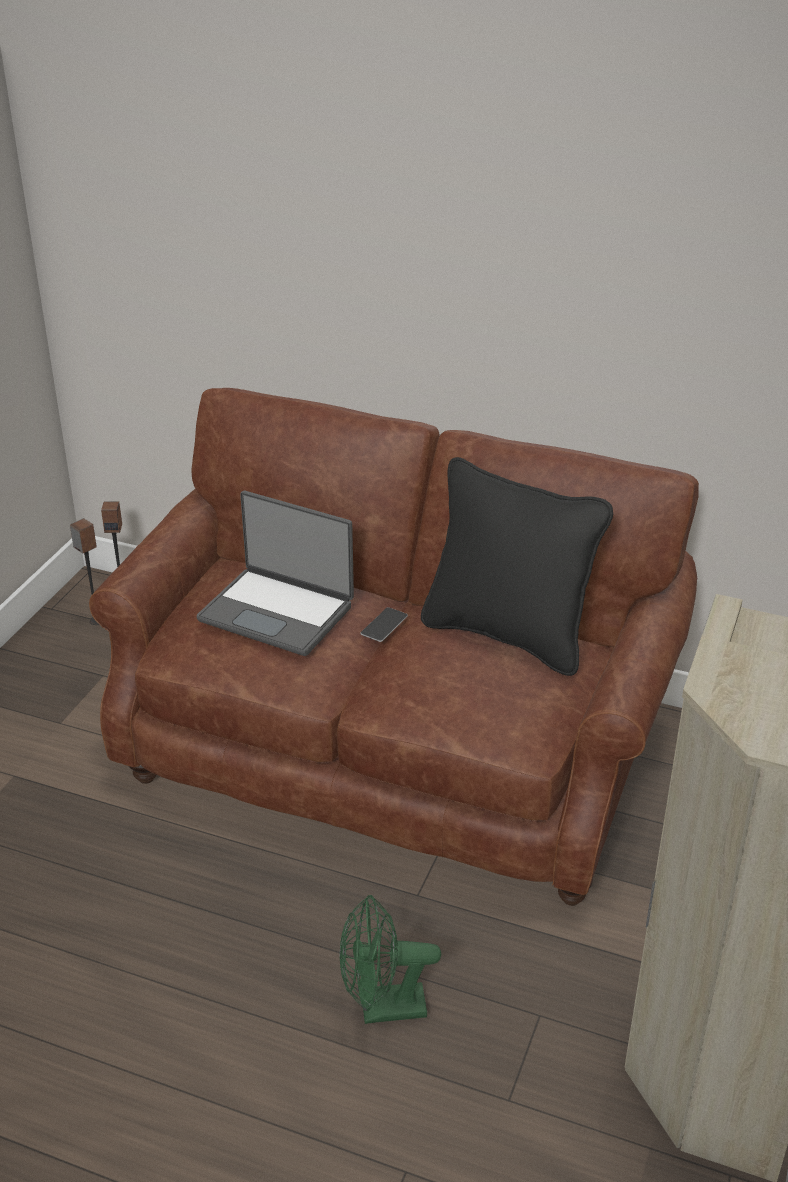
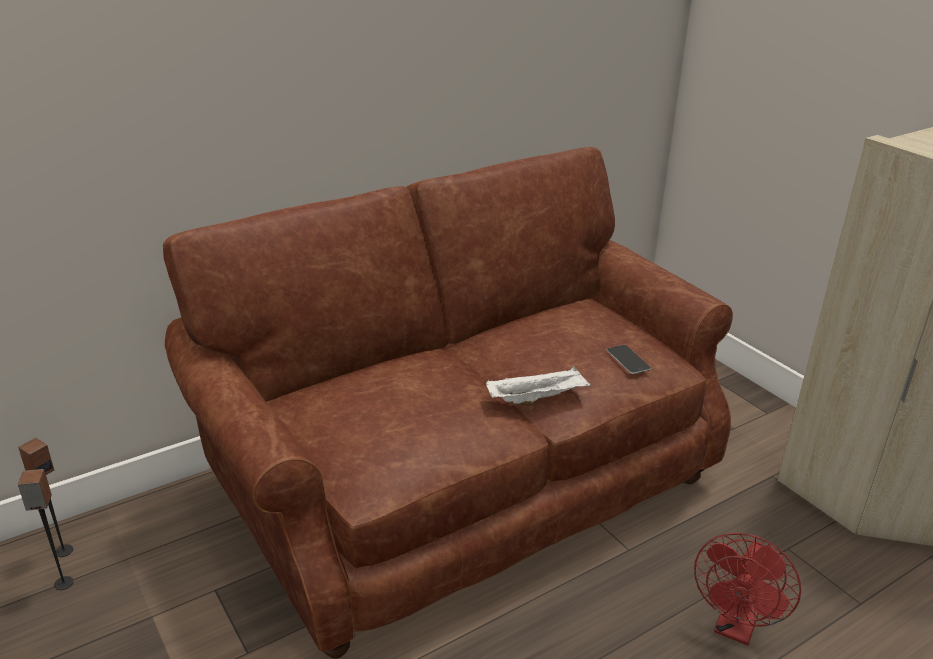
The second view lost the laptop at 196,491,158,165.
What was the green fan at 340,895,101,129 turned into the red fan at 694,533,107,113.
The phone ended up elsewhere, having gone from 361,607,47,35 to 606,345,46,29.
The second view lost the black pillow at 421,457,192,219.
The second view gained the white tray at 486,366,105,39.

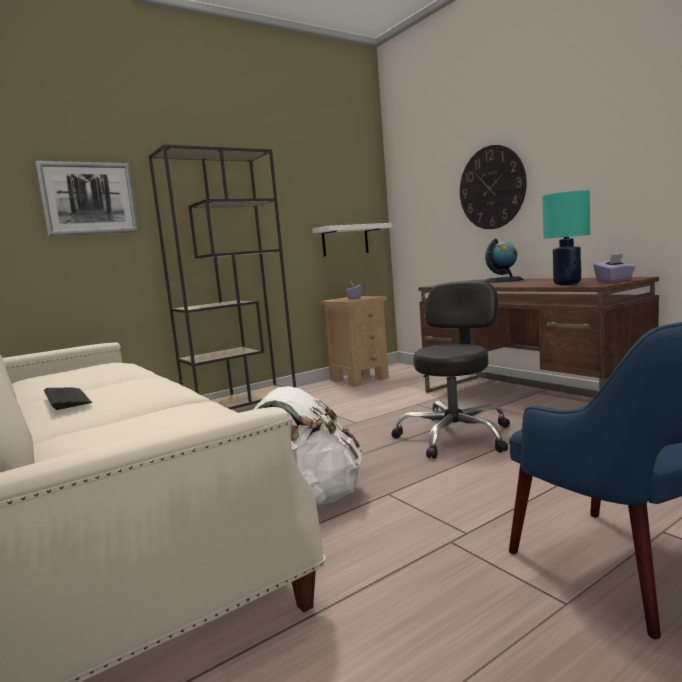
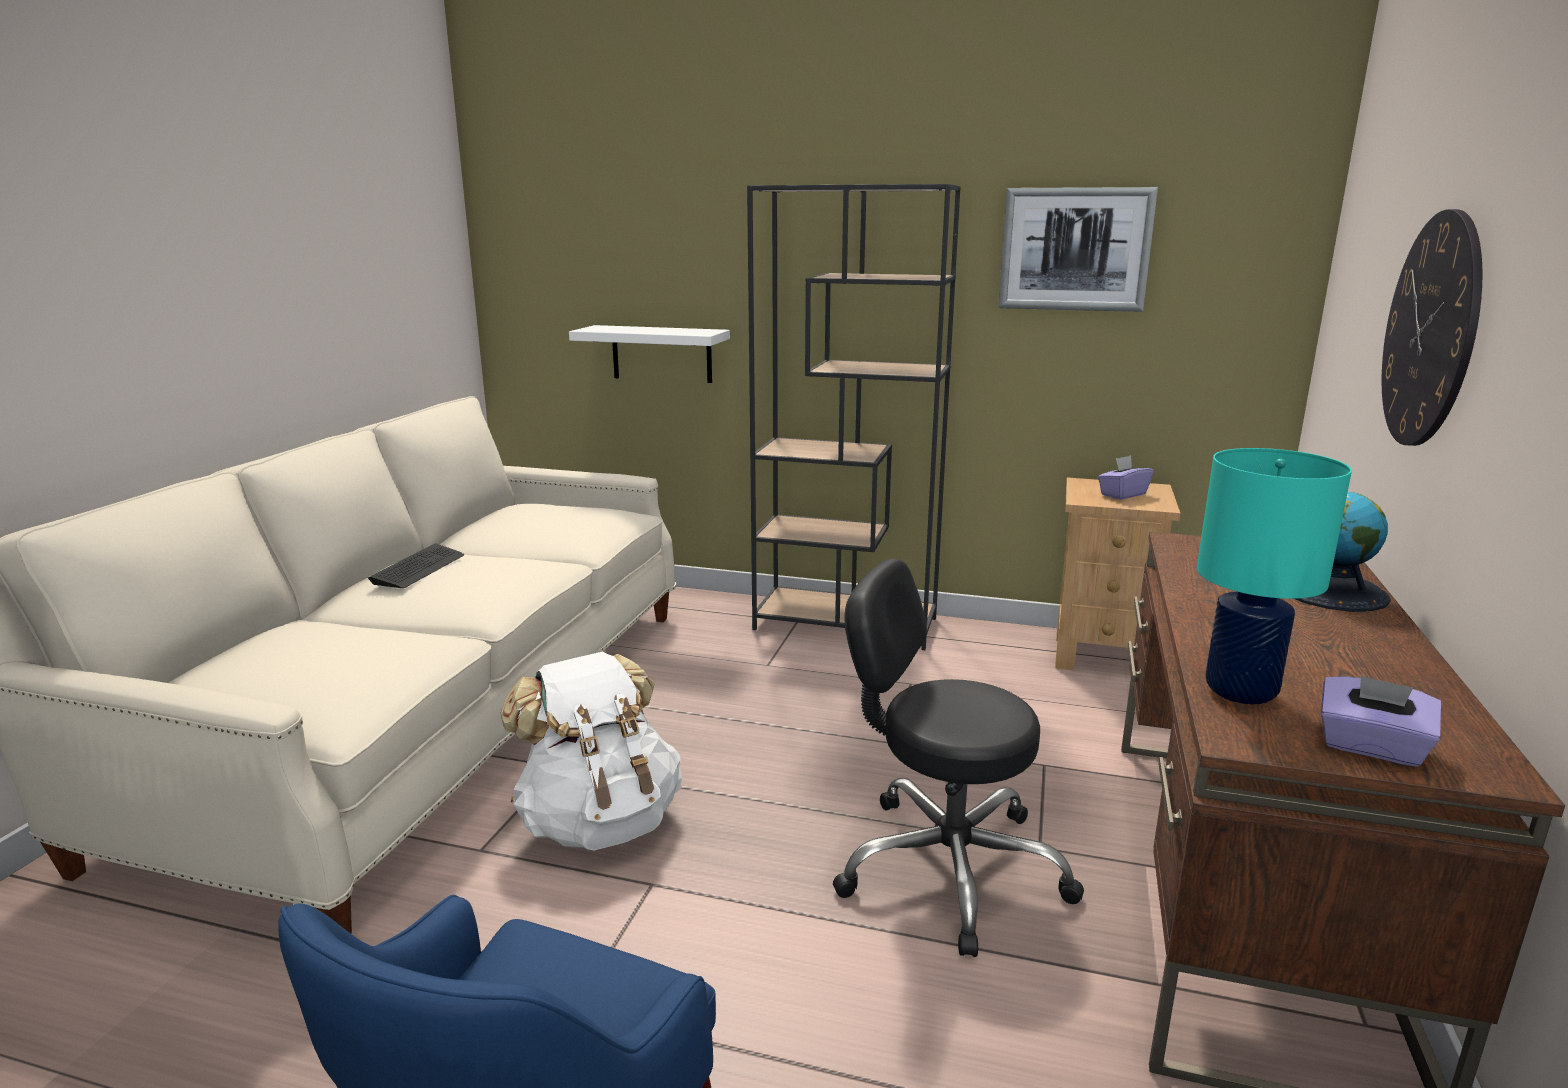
The picture ended up elsewhere, having gone from 35,161,104,75 to 998,187,160,125.
The white shelf ended up elsewhere, having gone from 312,223,80,33 to 569,325,161,58.
The black office chair at 391,281,119,178 ended up facing another way, 150 degrees counterclockwise from before.

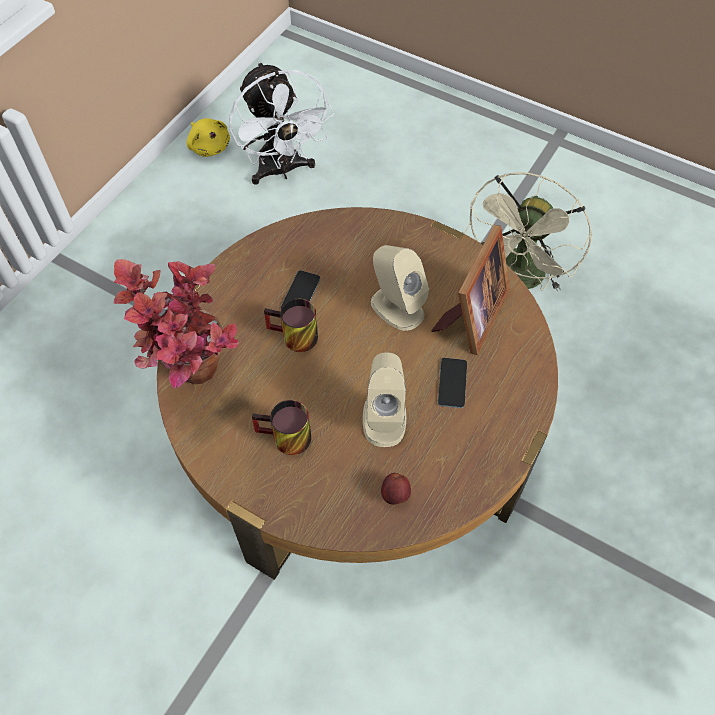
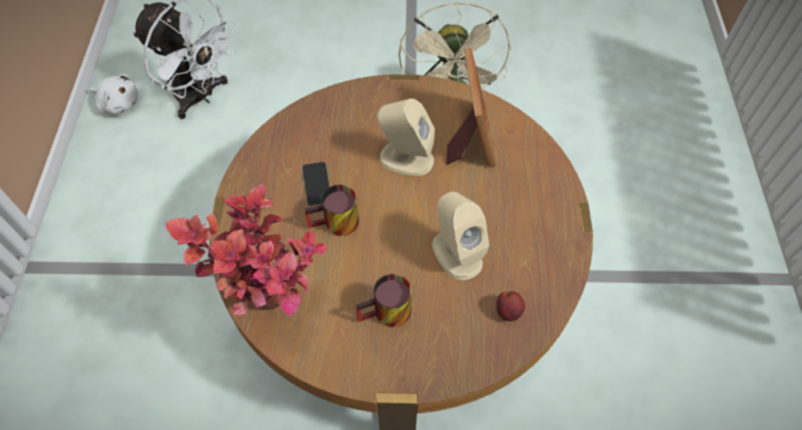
What was the yellow plush toy at 187,118,43,39 turned into the white plush toy at 89,74,49,40.
The second view lost the phone at 438,358,29,50.

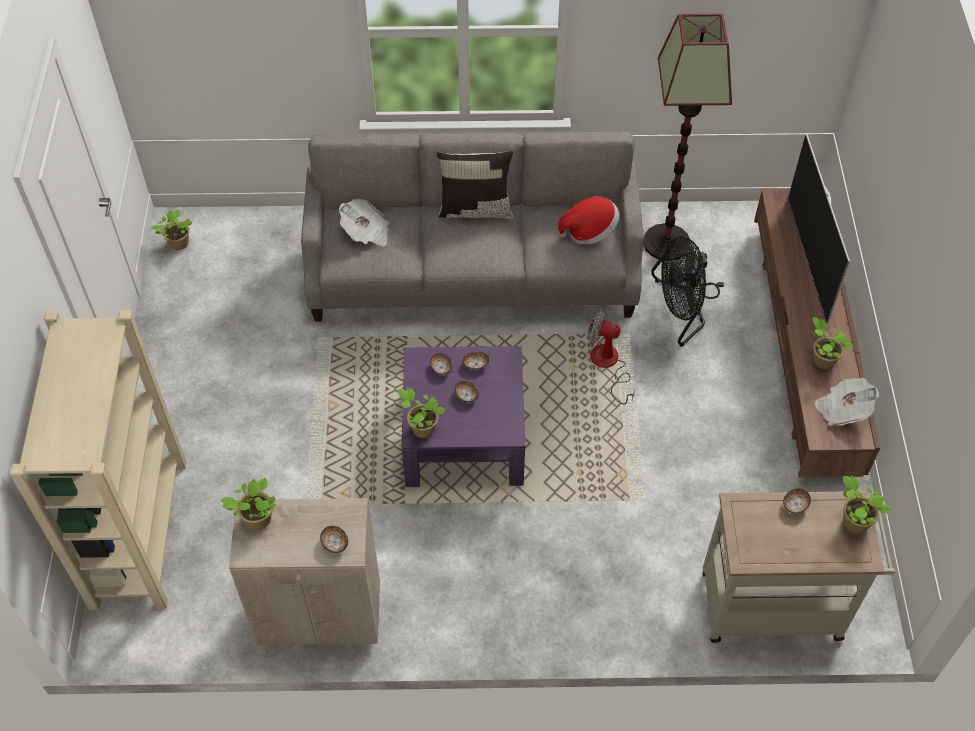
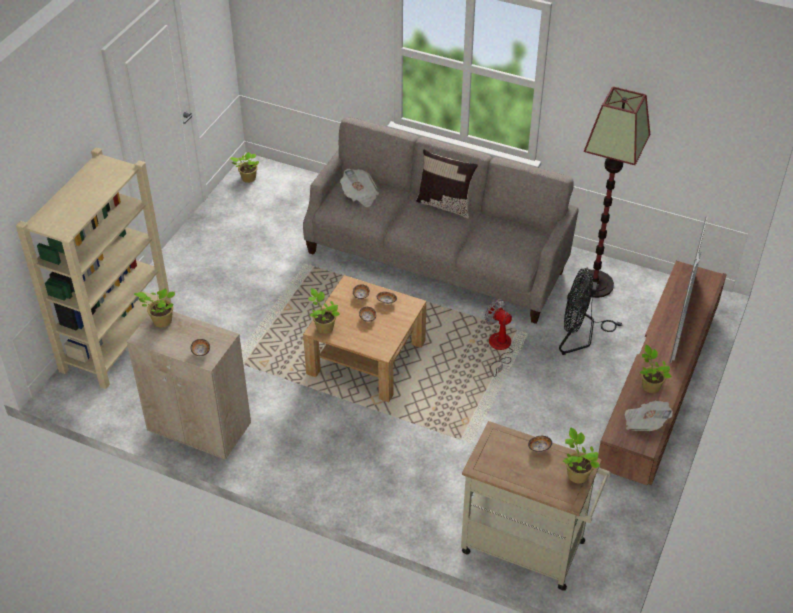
What was the purple coffee table at 402,346,123,141 turned into the brown coffee table at 303,275,123,127.
The second view lost the hat at 558,196,61,49.

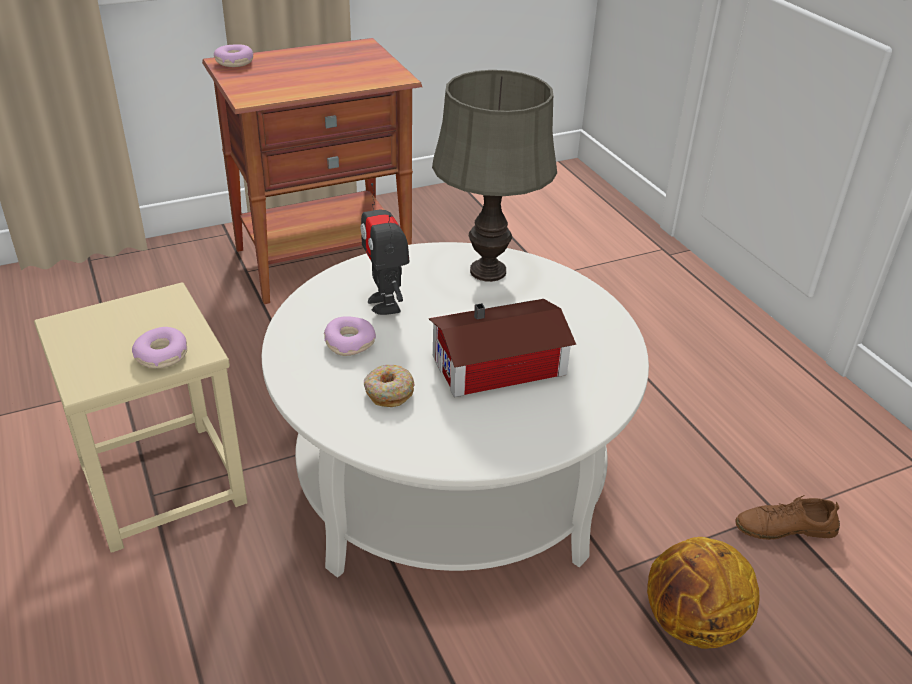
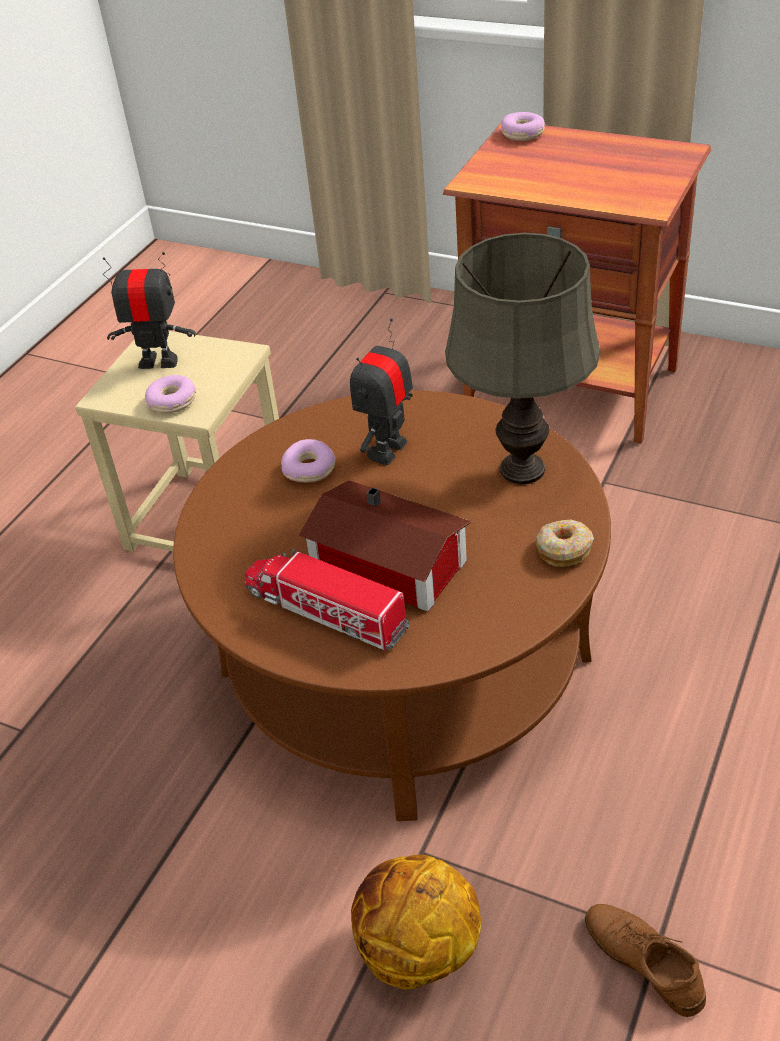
What was the white coffee table at 262,242,387,335 turned into the brown coffee table at 173,390,438,431.
The donut ended up elsewhere, having gone from 364,365,51,42 to 536,520,58,47.
The second view gained the toy robot at 103,252,93,117.
The second view gained the toy truck at 245,548,165,103.

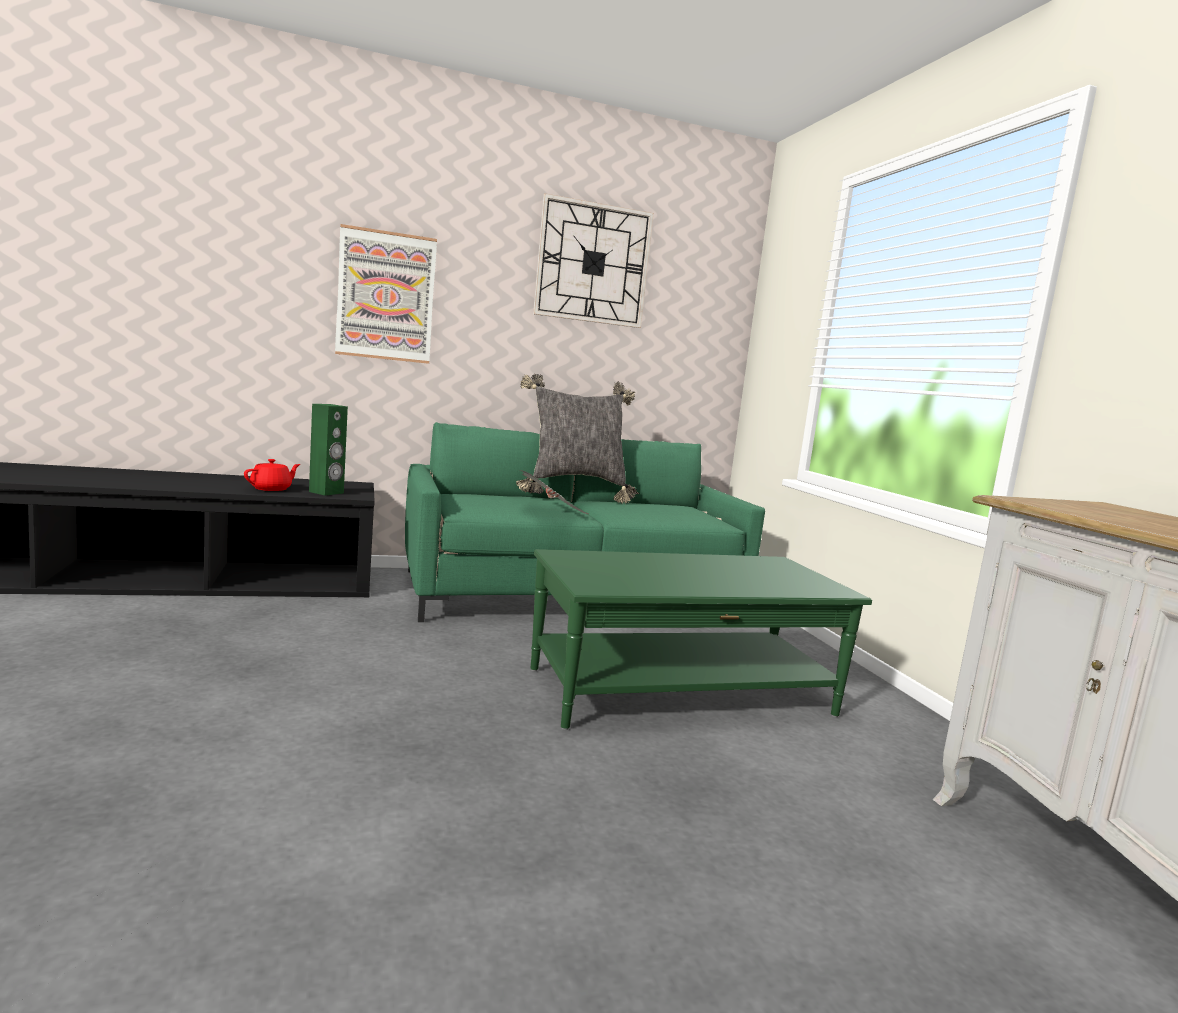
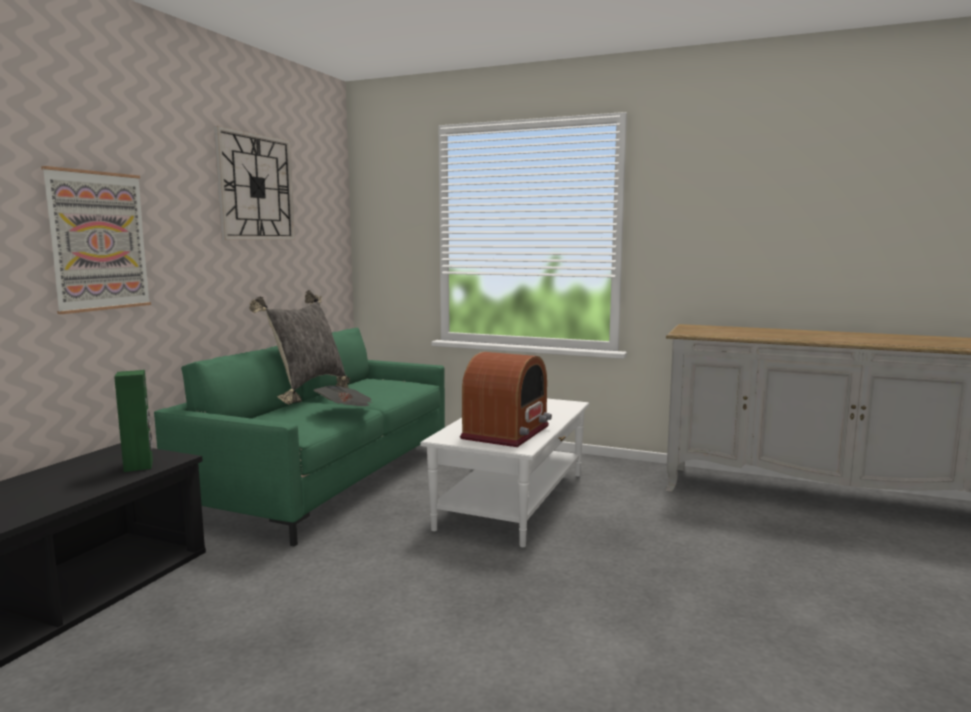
The second view lost the red teapot at 244,459,57,32.
What was the green coffee table at 531,549,341,181 turned into the white coffee table at 421,399,168,149.
The second view gained the radio at 460,352,92,95.

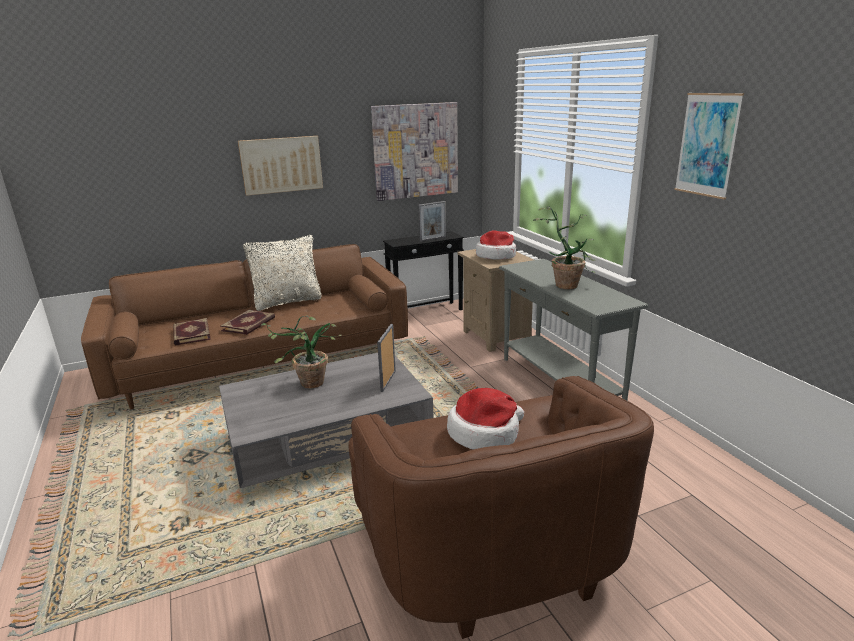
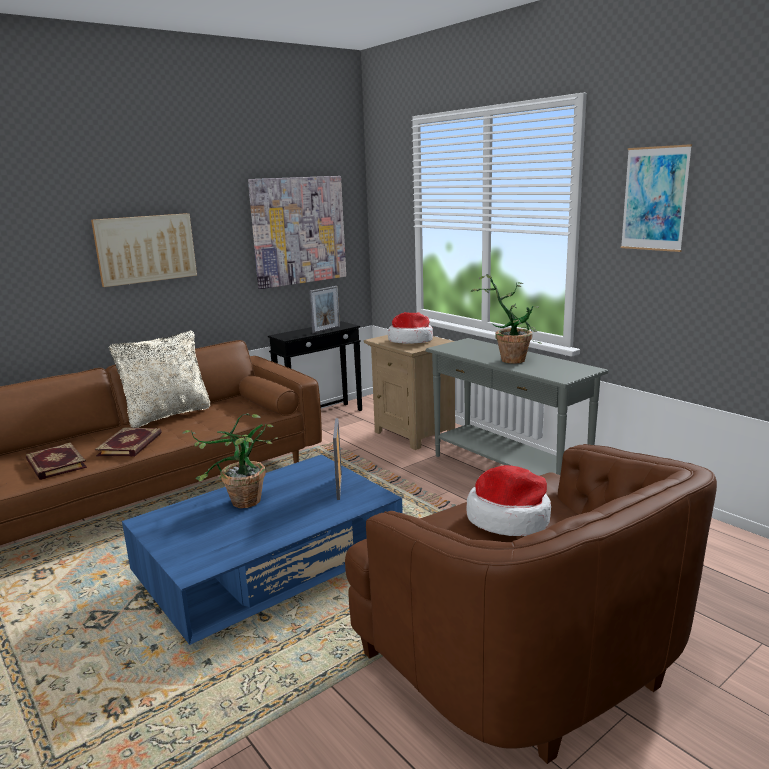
What was the grey coffee table at 219,353,214,135 turned into the blue coffee table at 122,455,281,190.

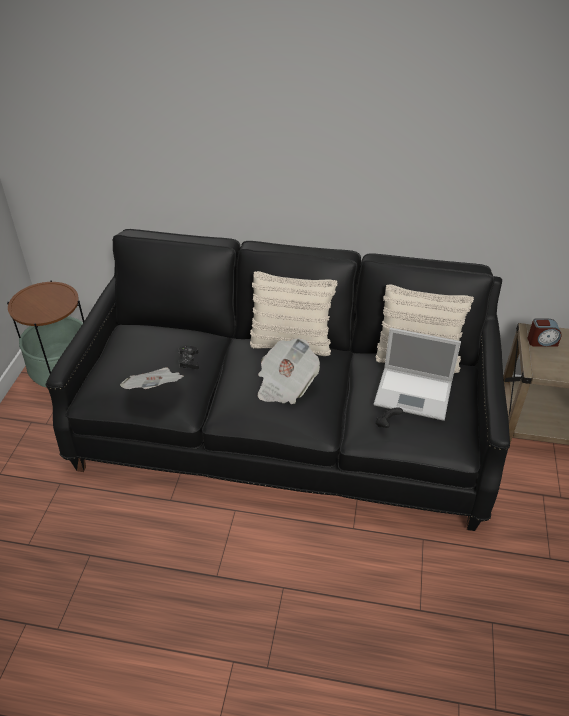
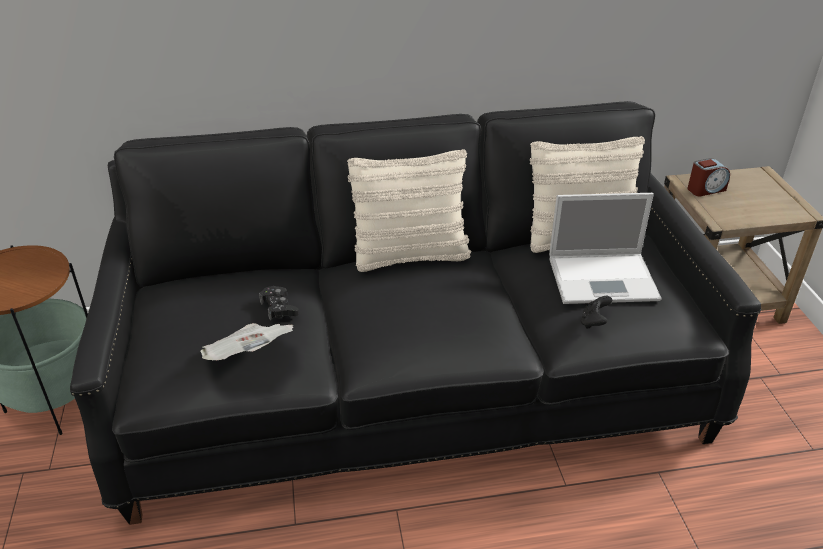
The second view lost the newspaper at 257,338,63,66.

